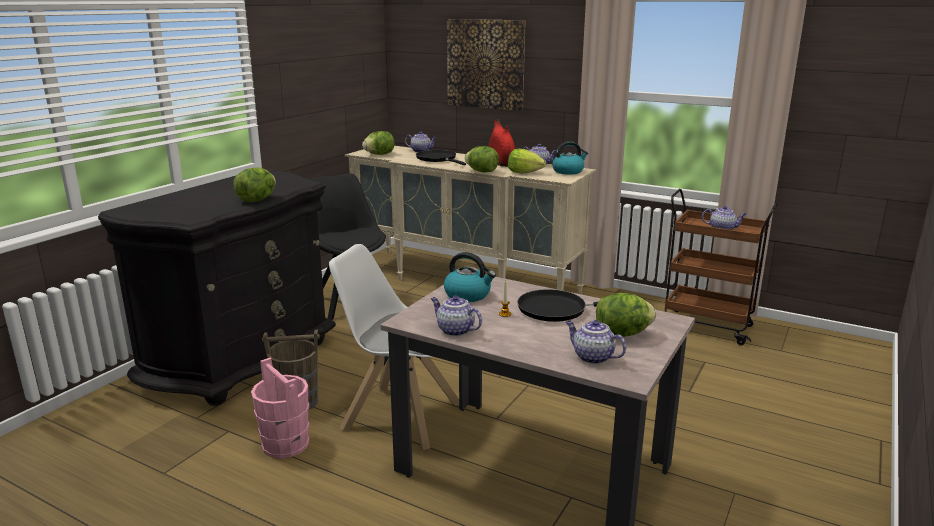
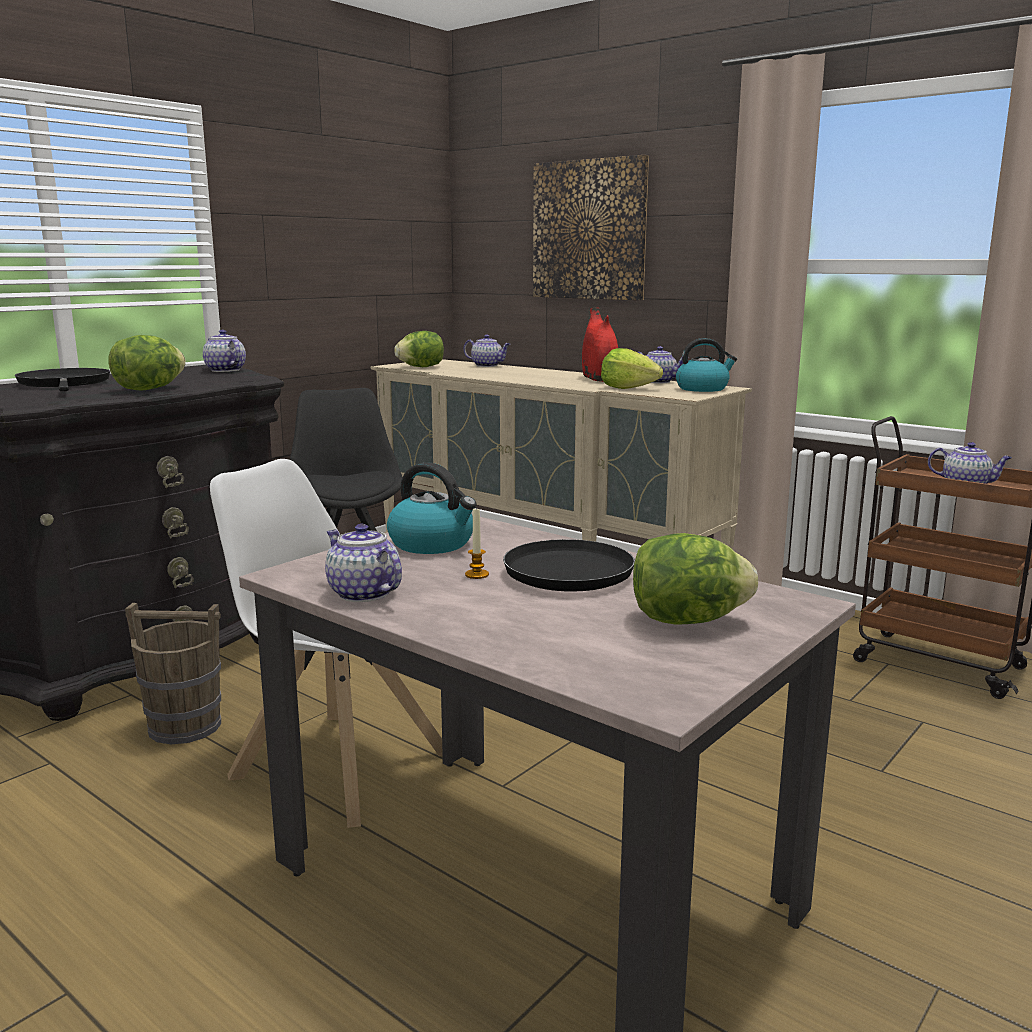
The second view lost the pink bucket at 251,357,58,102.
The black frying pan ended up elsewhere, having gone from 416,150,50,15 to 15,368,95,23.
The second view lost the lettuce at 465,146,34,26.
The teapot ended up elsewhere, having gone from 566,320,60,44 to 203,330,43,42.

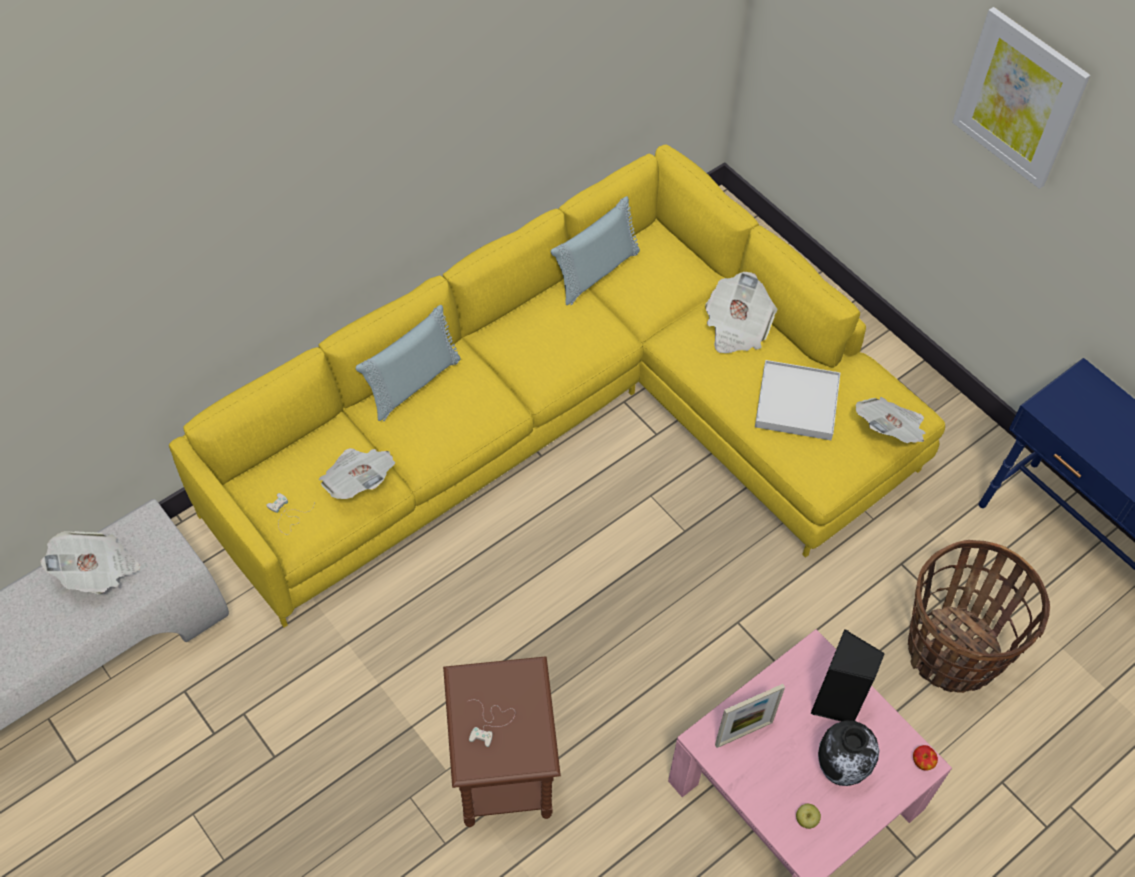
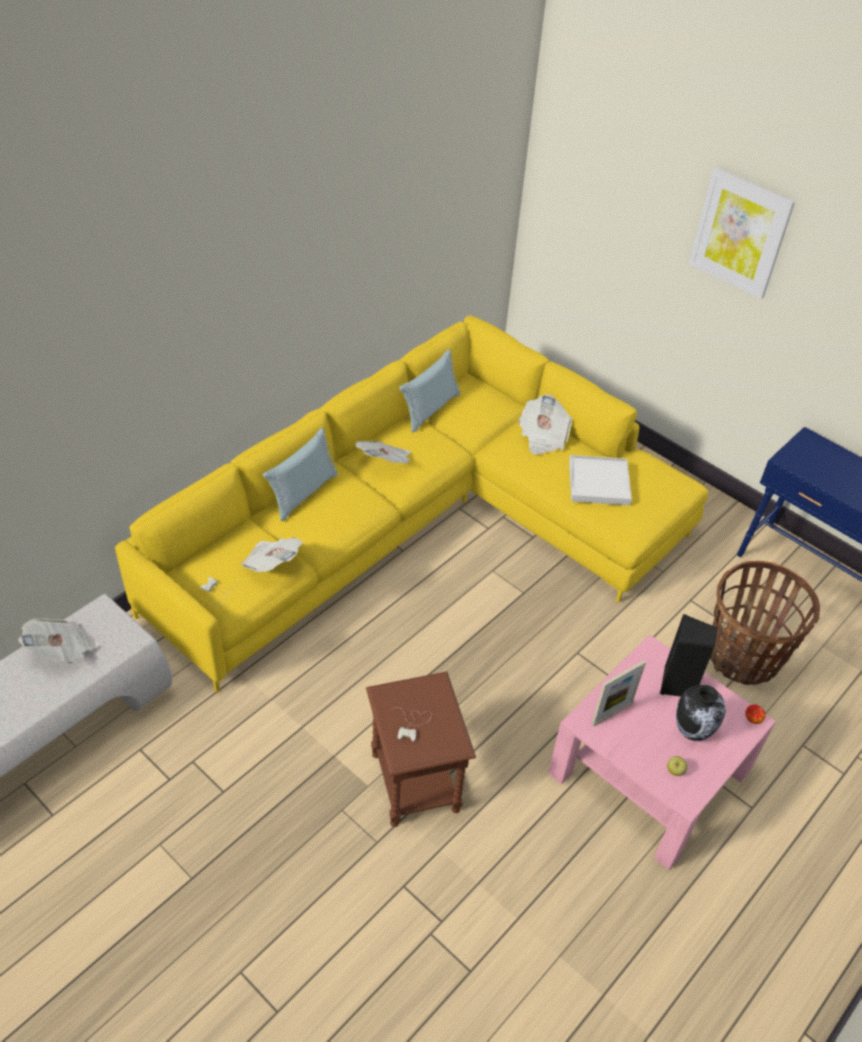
The newspaper ended up elsewhere, having gone from 856,397,69,46 to 356,441,55,23.

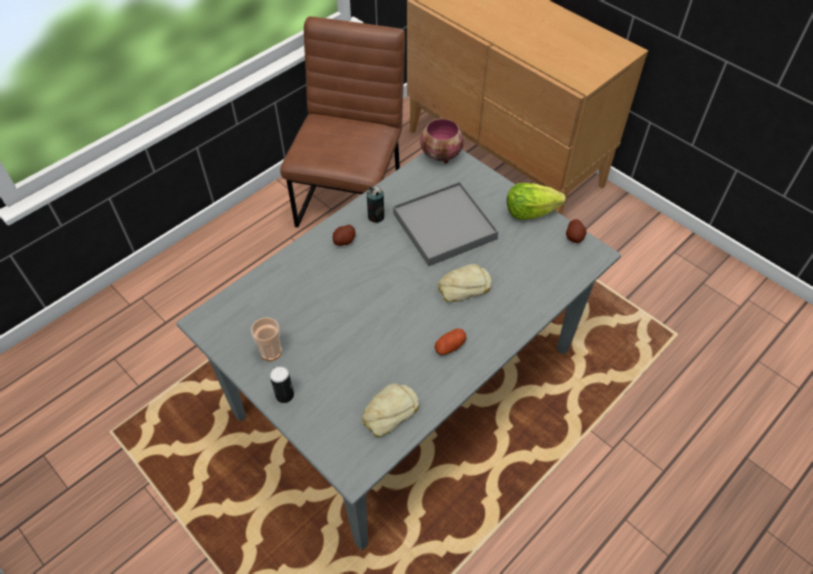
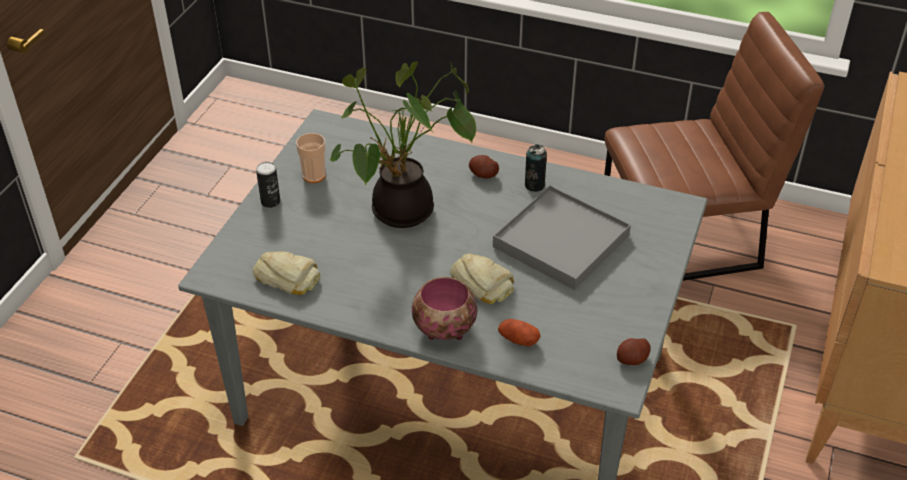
The bowl ended up elsewhere, having gone from 420,119,44,44 to 412,277,66,63.
The potato ended up elsewhere, having gone from 434,328,32,27 to 498,319,42,27.
The second view lost the lettuce at 507,183,59,37.
The second view gained the potted plant at 330,61,146,167.

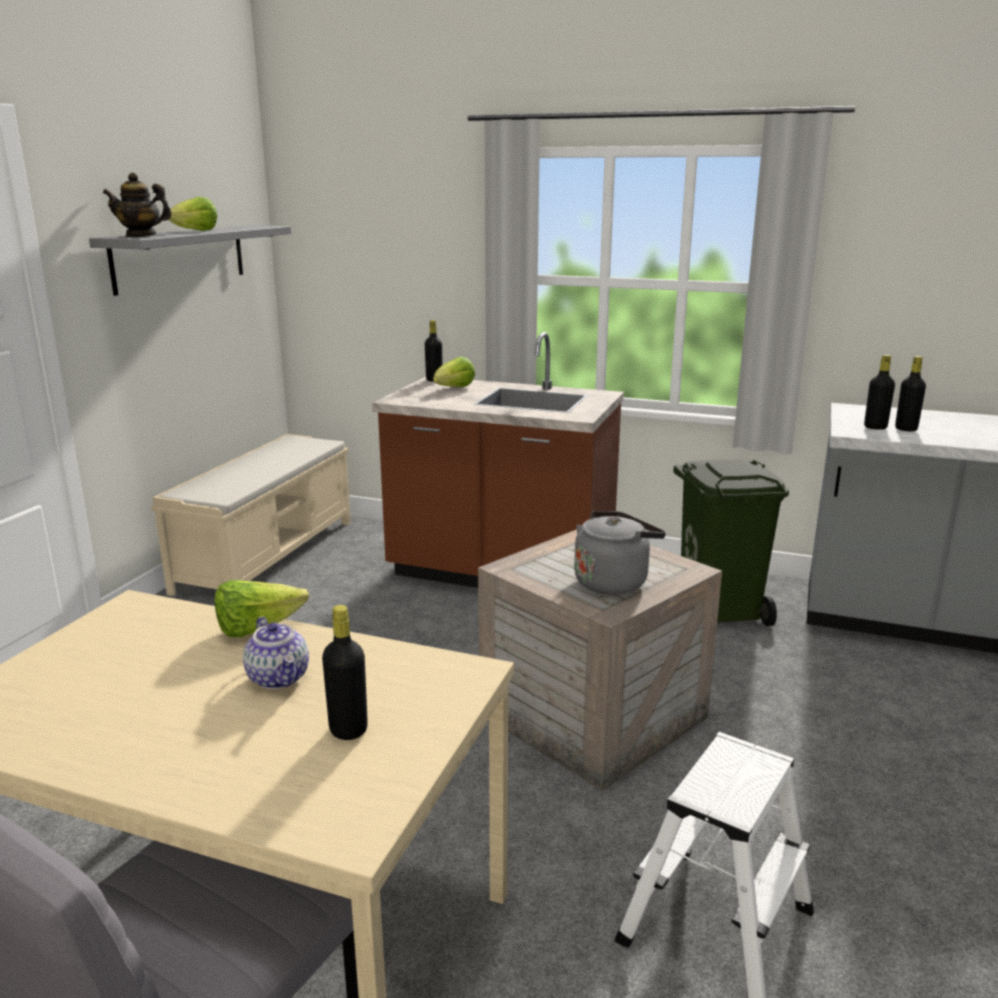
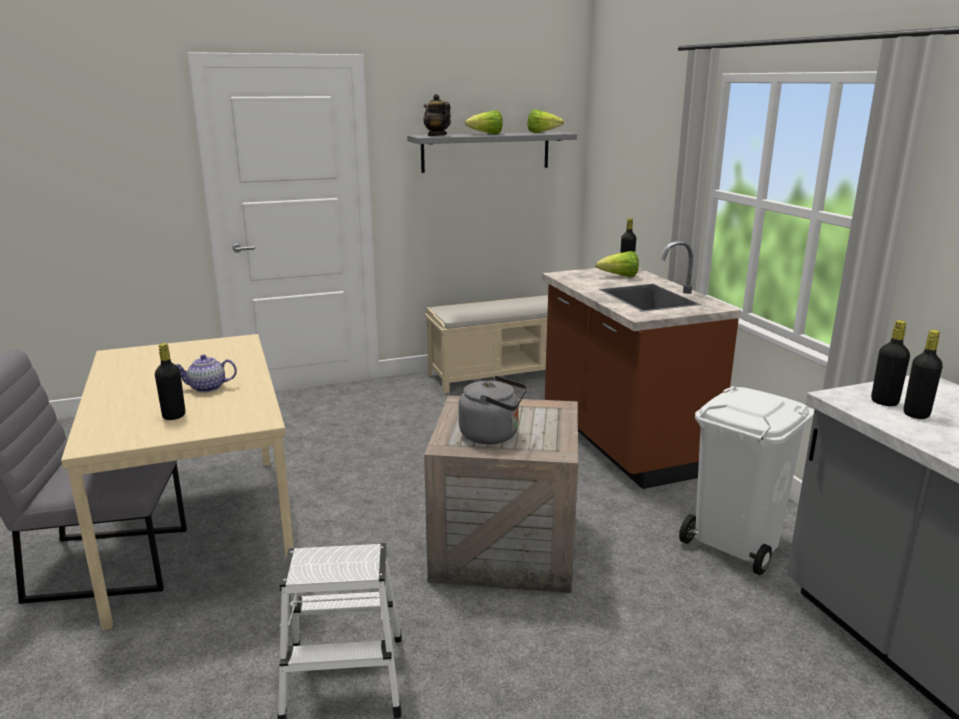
The lettuce ended up elsewhere, having gone from 215,580,94,57 to 527,109,37,24.
The teapot at 243,617,66,72 ended up facing another way, 60 degrees clockwise from before.
What was the green trash can at 673,459,116,167 turned into the white trash can at 679,386,135,190.

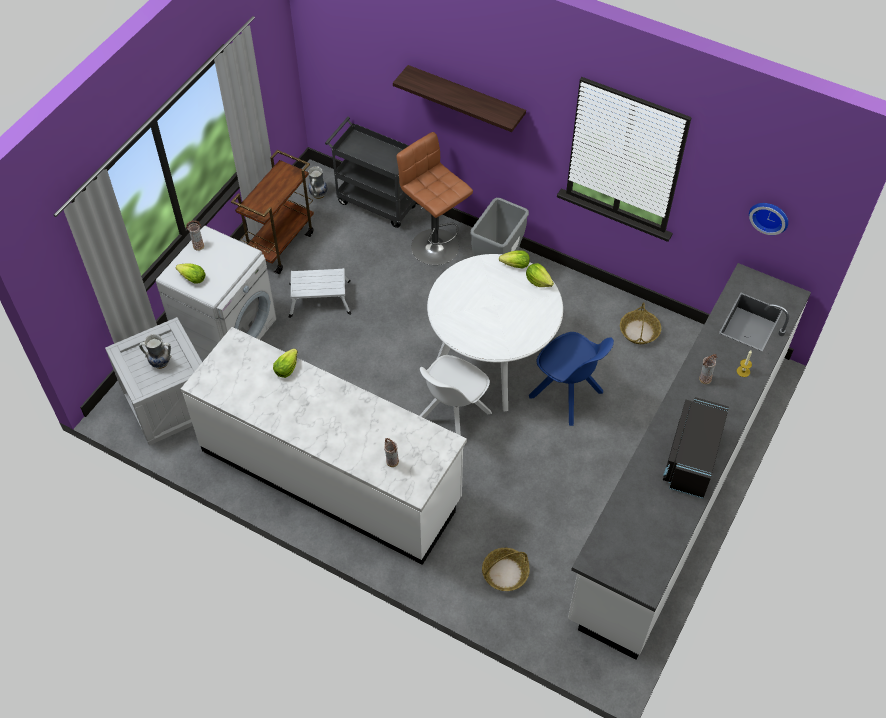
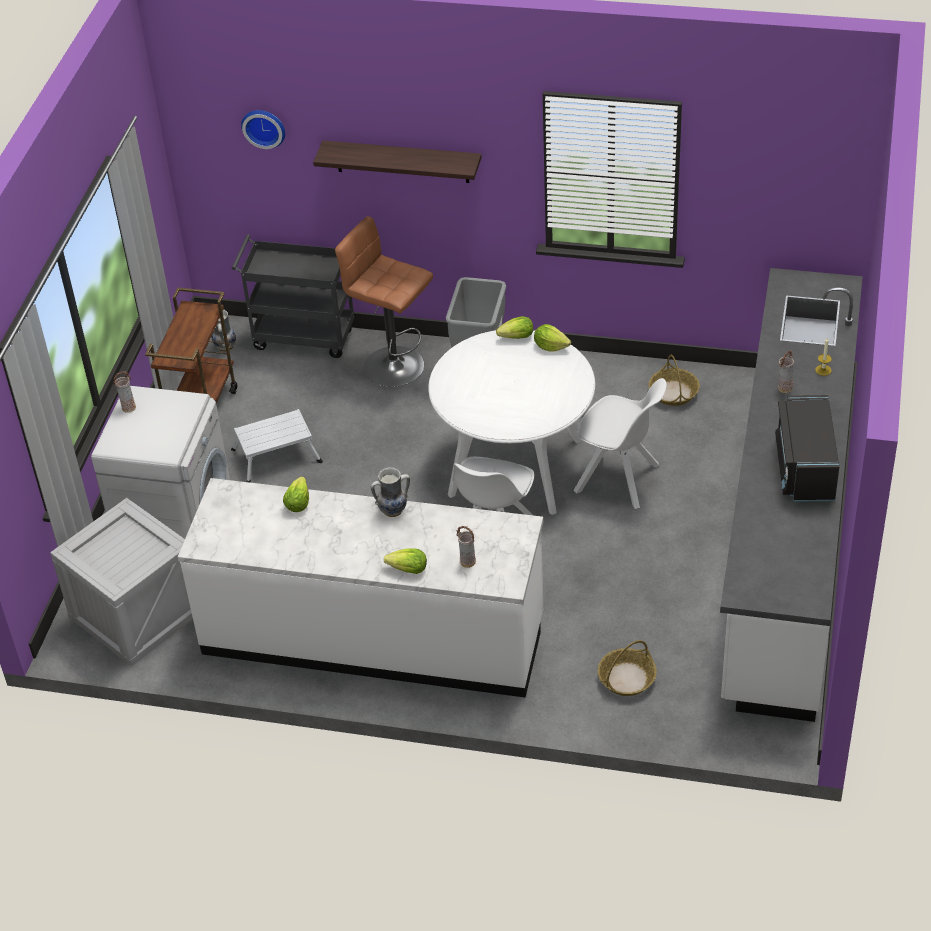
The vase ended up elsewhere, having gone from 139,334,32,35 to 371,467,39,50.
The lettuce ended up elsewhere, having gone from 176,263,30,21 to 384,548,43,26.
What was the blue chair at 529,332,85,94 turned into the white chair at 574,378,93,131.
The wall clock ended up elsewhere, having gone from 749,203,39,32 to 241,110,44,39.

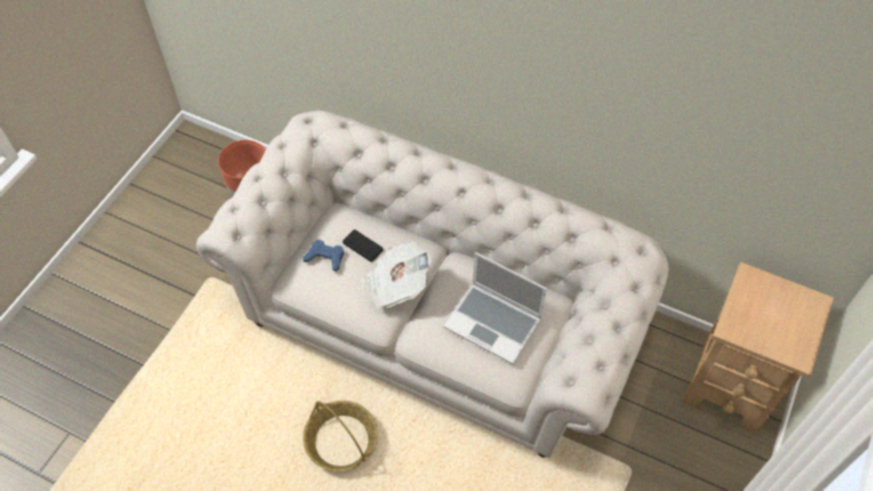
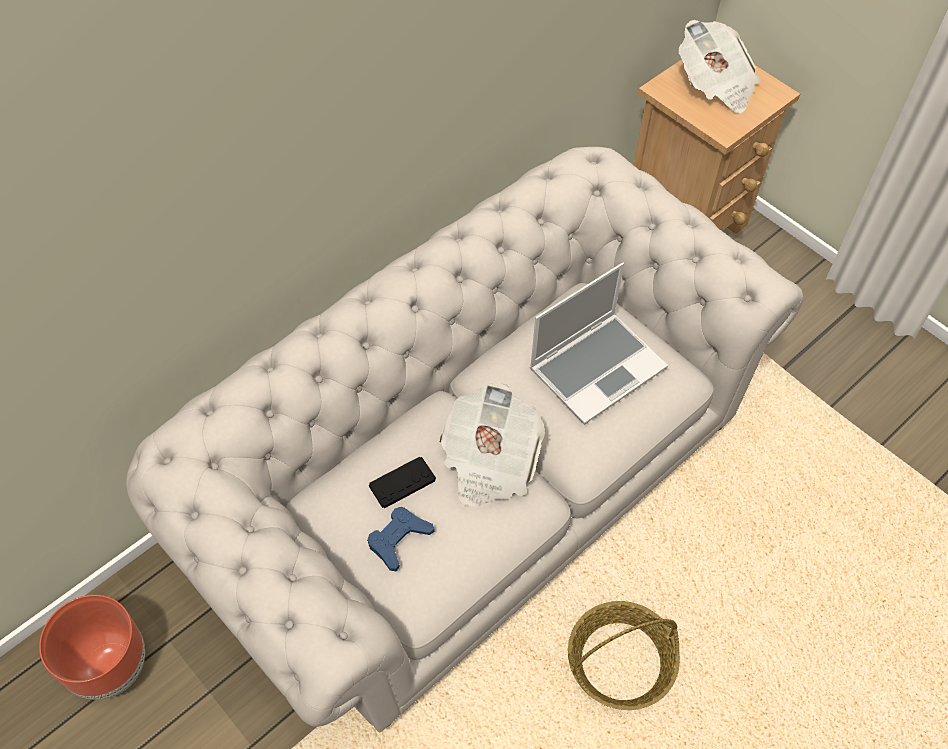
The second view gained the newspaper at 679,20,81,93.

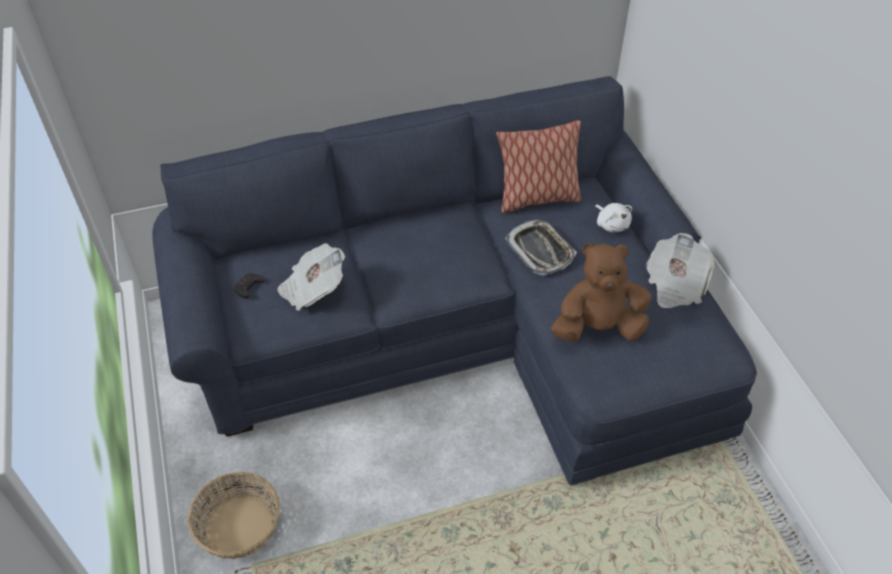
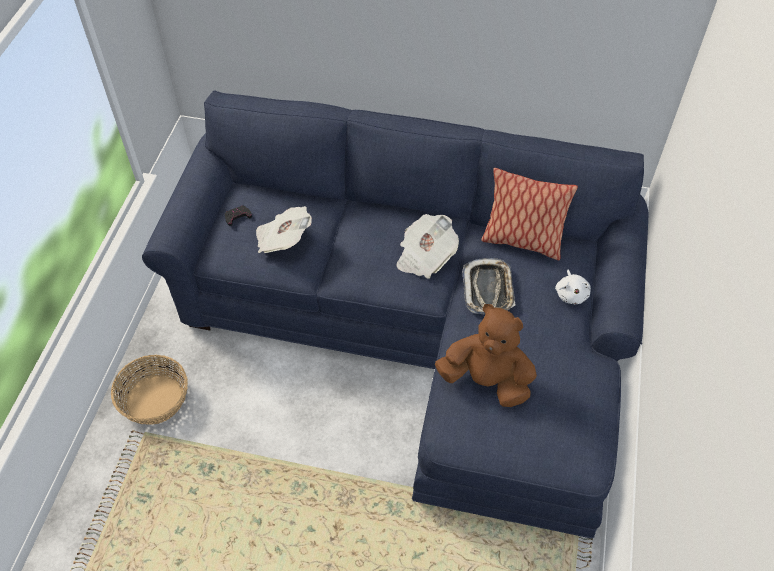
The newspaper ended up elsewhere, having gone from 646,233,69,75 to 396,214,63,65.

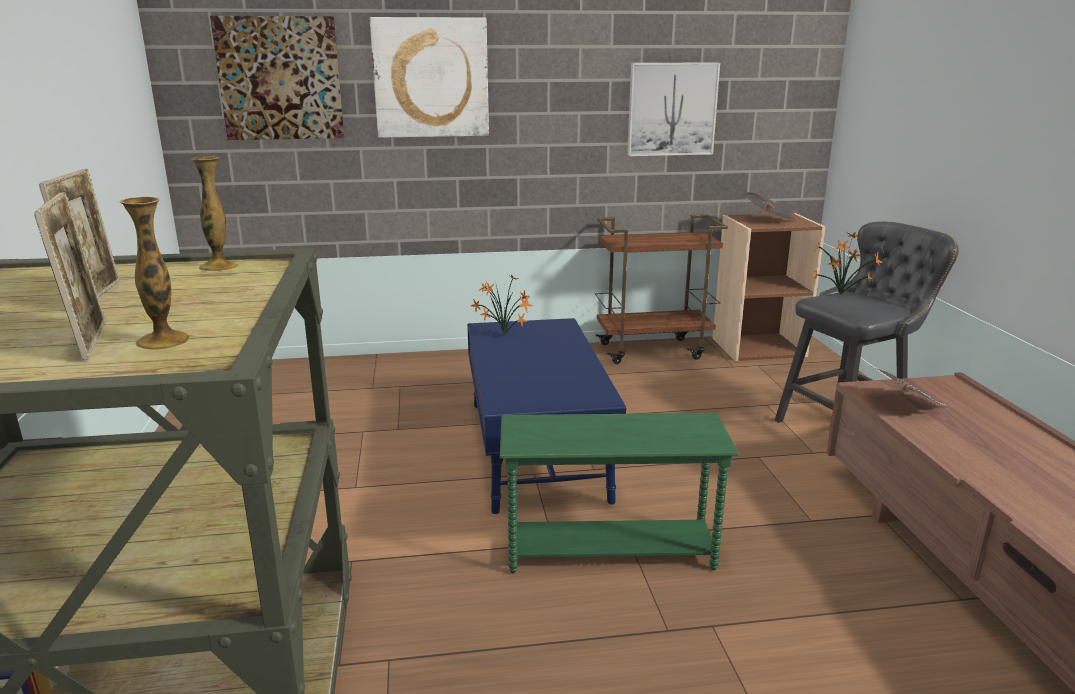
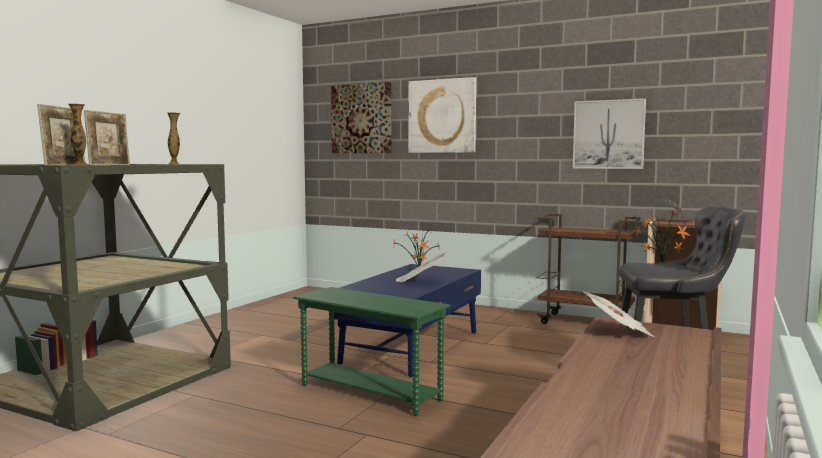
The second view gained the newspaper at 396,253,51,29.

